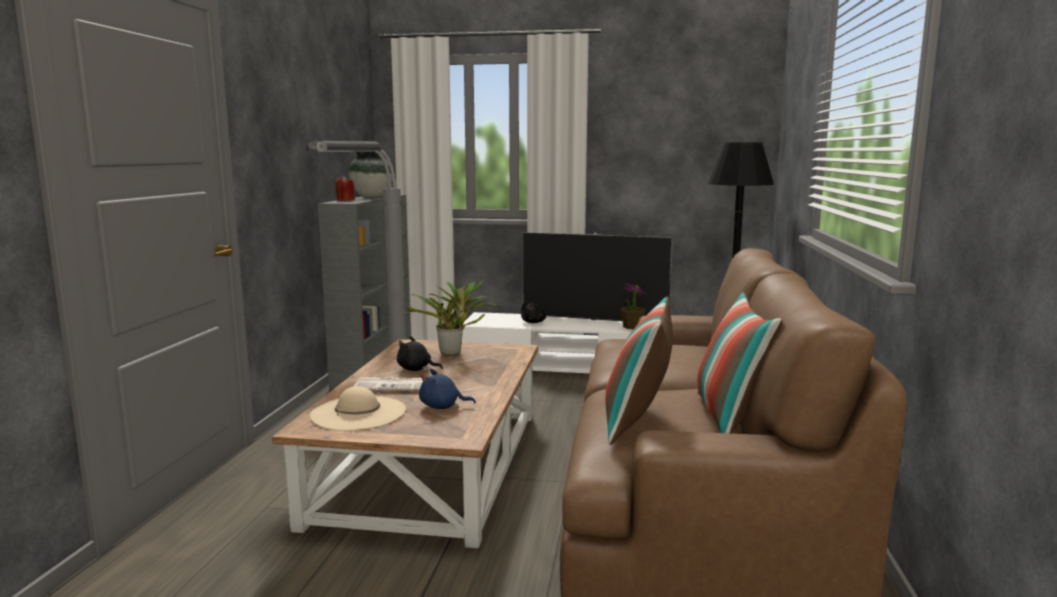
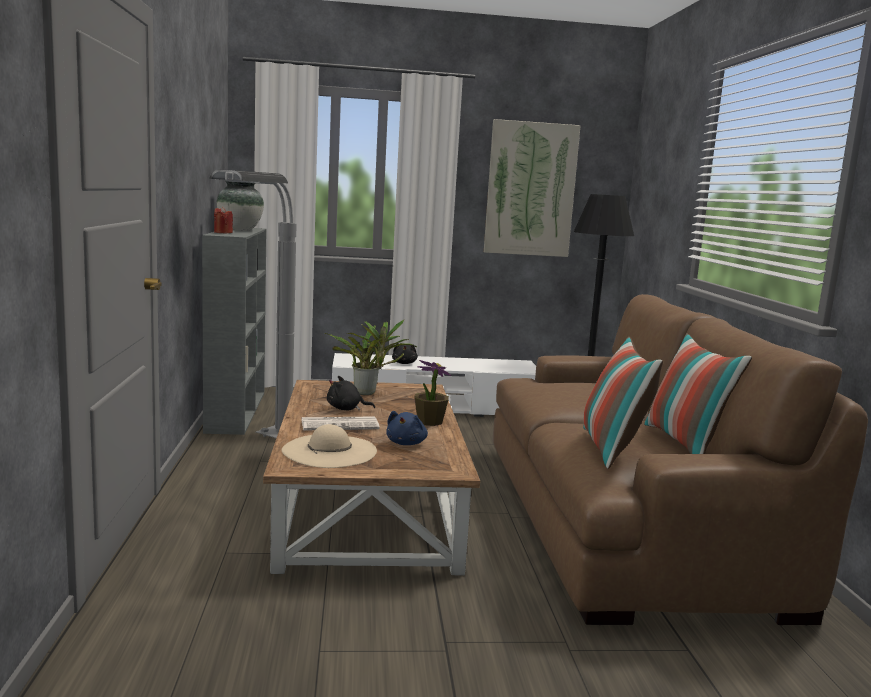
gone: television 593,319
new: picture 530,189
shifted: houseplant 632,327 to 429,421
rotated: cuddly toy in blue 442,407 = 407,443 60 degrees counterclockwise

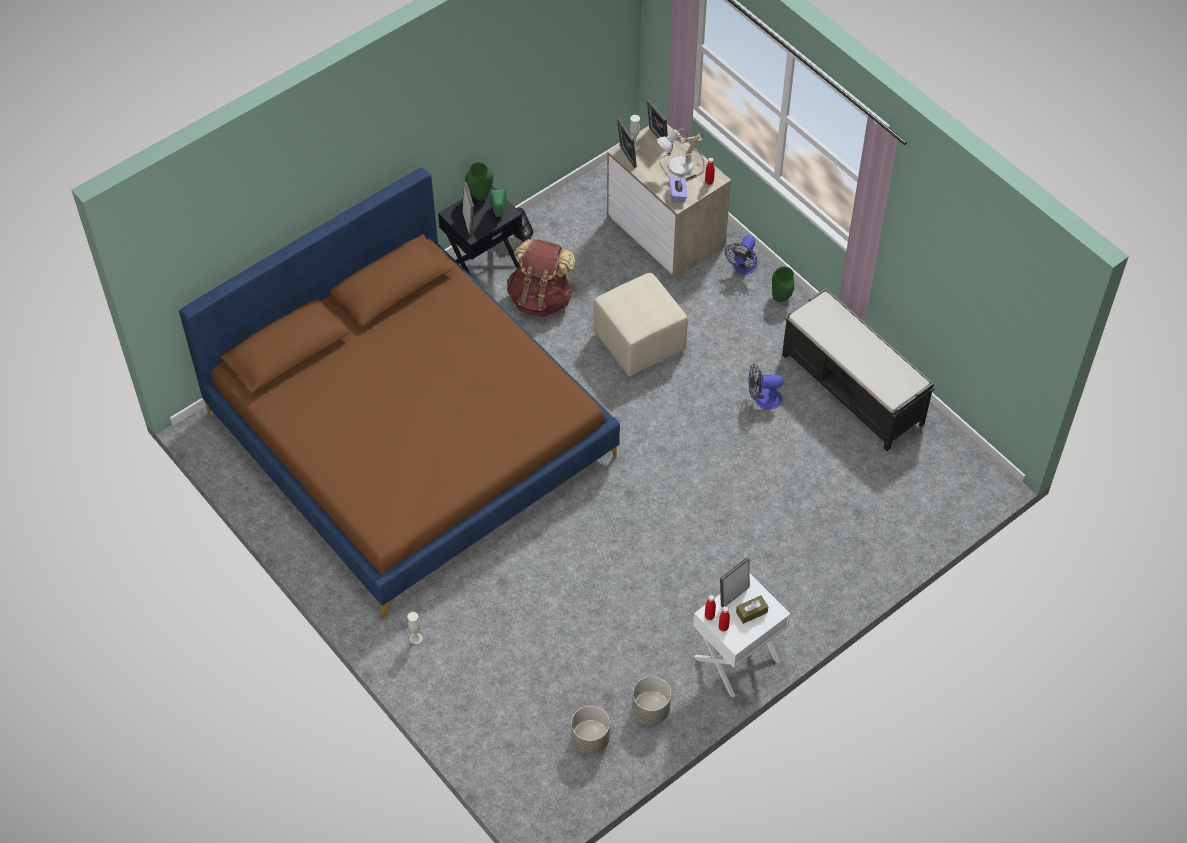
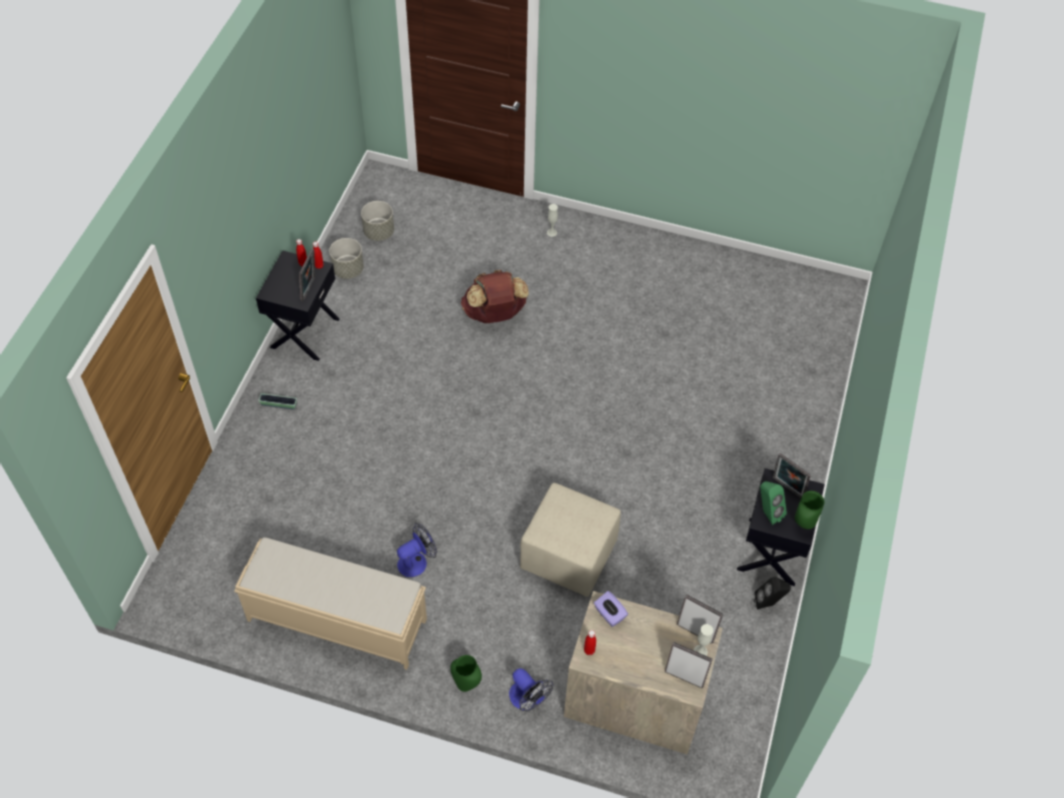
gone: sleeping bed in brownish 410,434; table lamp 680,168; tissue box in brownish 751,612
new: planter 279,404
shifted: backpack in brownish 541,299 to 494,314
repainted: nightstand in white-coloured 737,660 to nightstand in black-coloured 304,332; long seat in black-coloured 853,389 to long seat in sand-coloured 336,619
rotated: electric fan 743,267 = 528,699 150 degrees clockwise

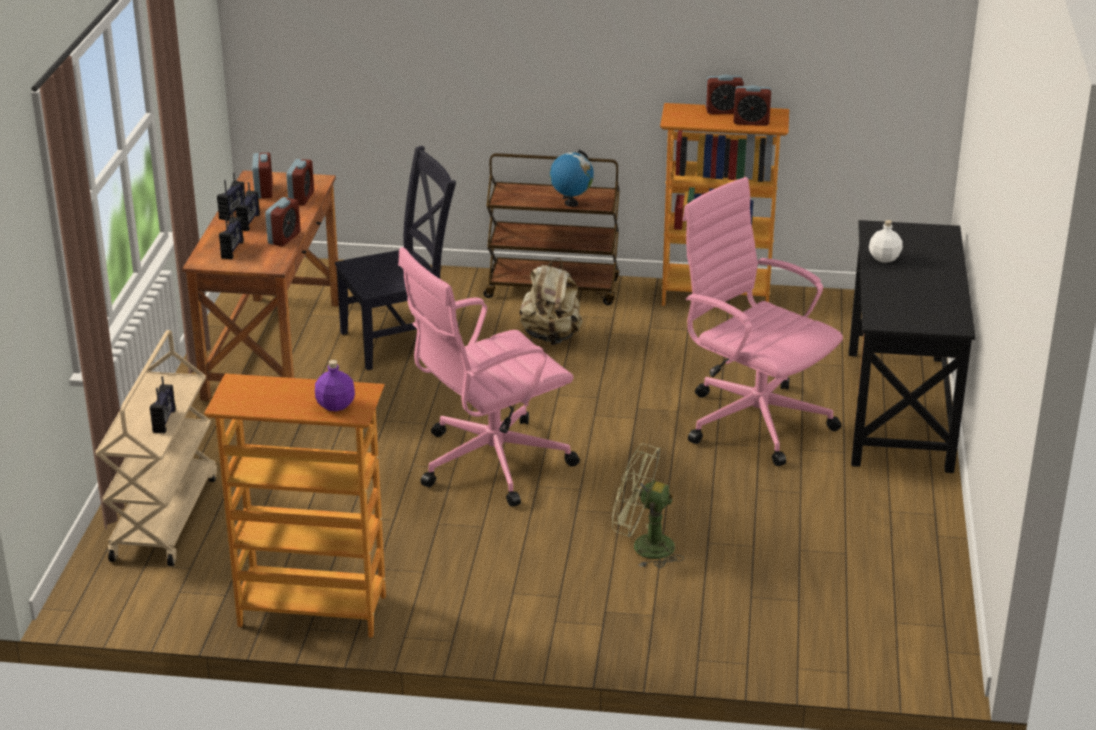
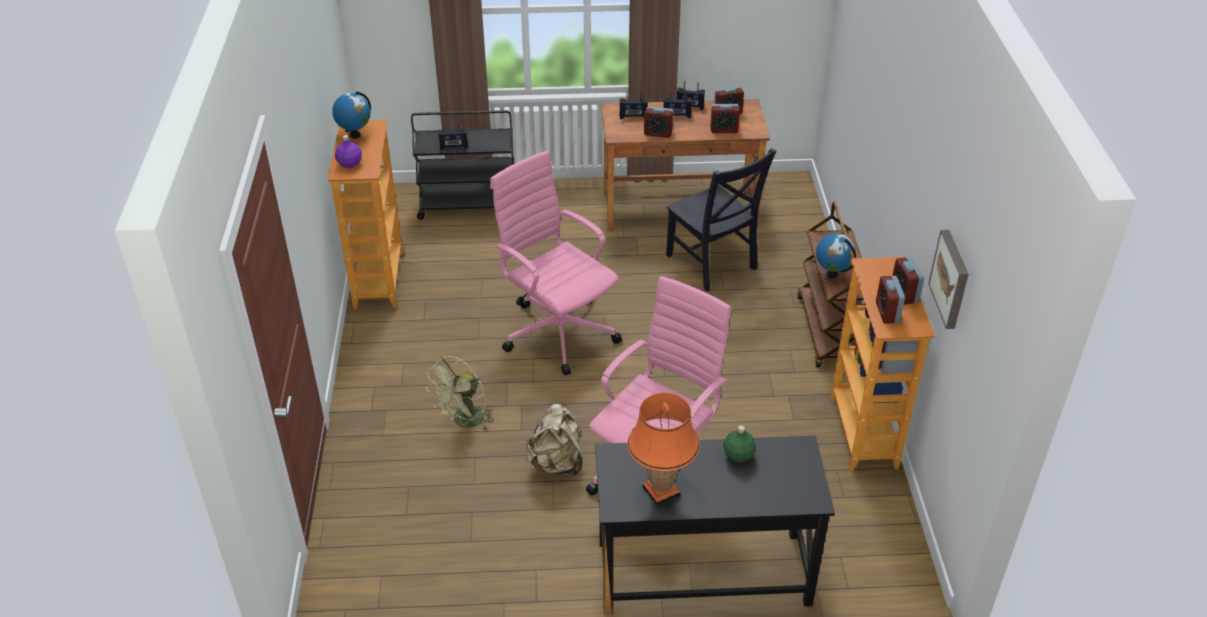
new: globe 355,135; table lamp in orange 661,491; picture 951,279
shifted: backpack in sand-coloured 551,337 to 557,463
repainted: wheeled cart in sand-coloured 164,517 to wheeled cart in black-coloured 469,206; beverage bottle in white-coloured 884,258 to beverage bottle in green-coloured 738,455
rotated: electric fan in green-coloured 643,546 = 465,422 150 degrees counterclockwise

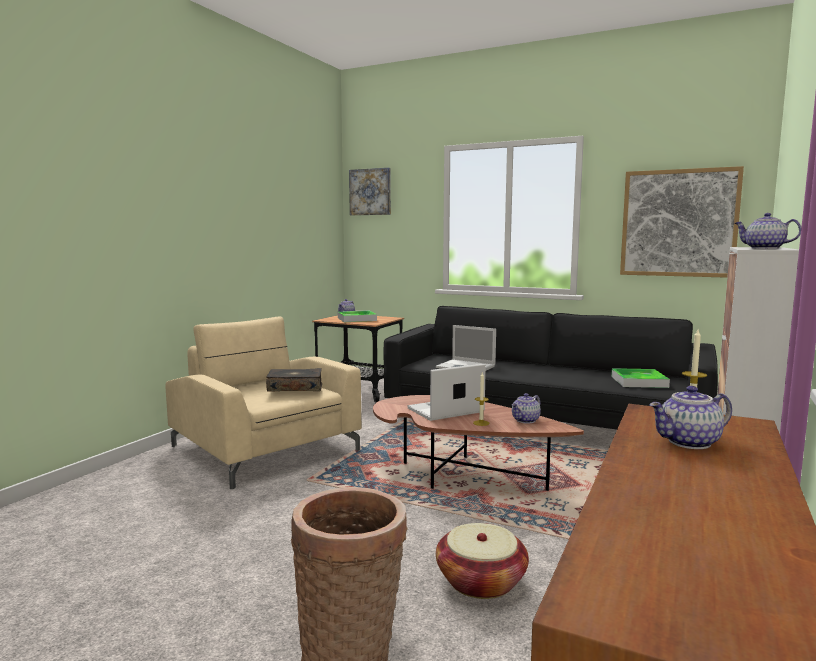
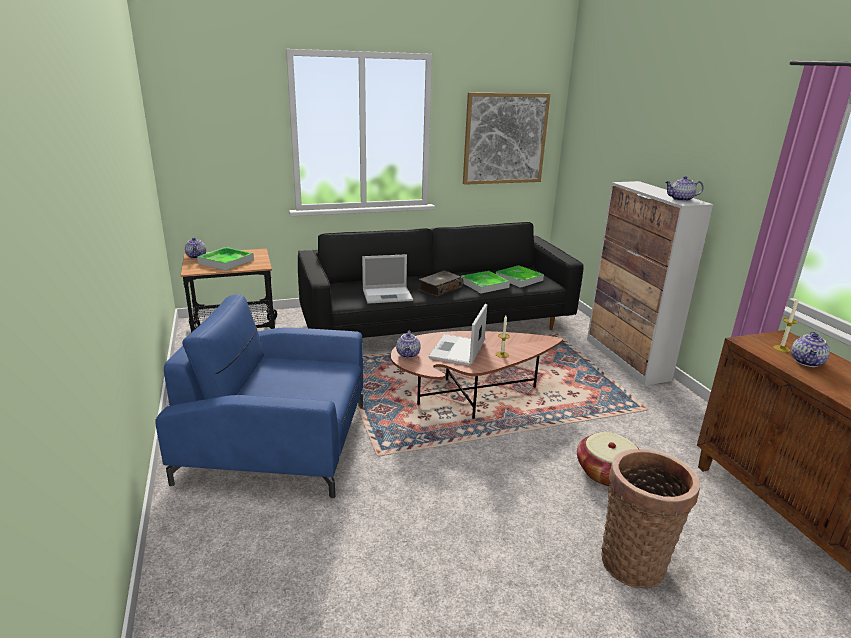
gone: picture 370,192
new: carrying tray 484,284
shifted: bound book 295,387 to 439,289; tea pot 526,420 to 408,354
repainted: easy chair in sand-coloured 265,448 to easy chair in blue 277,442

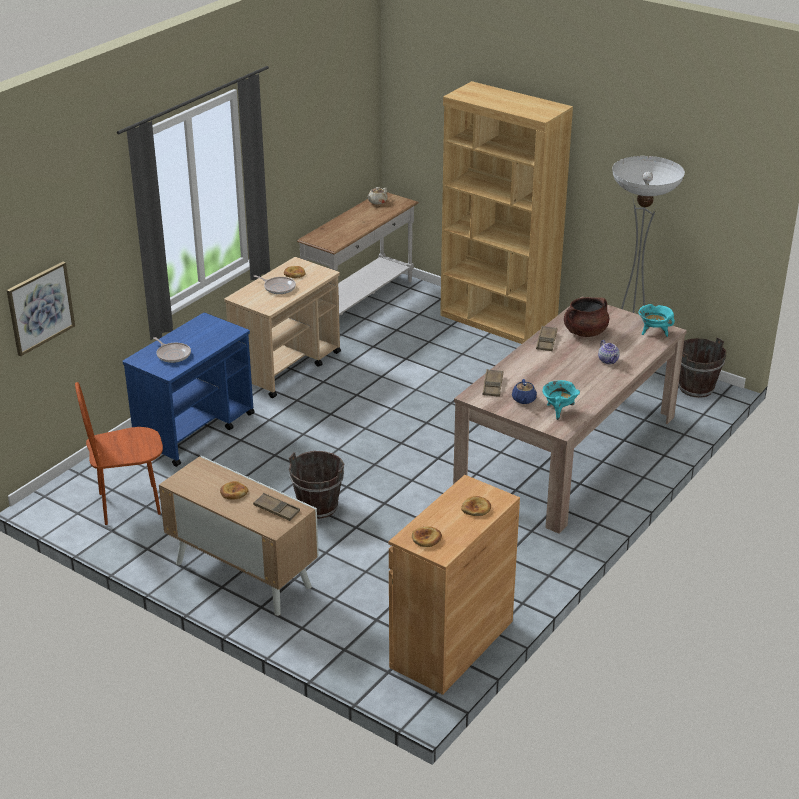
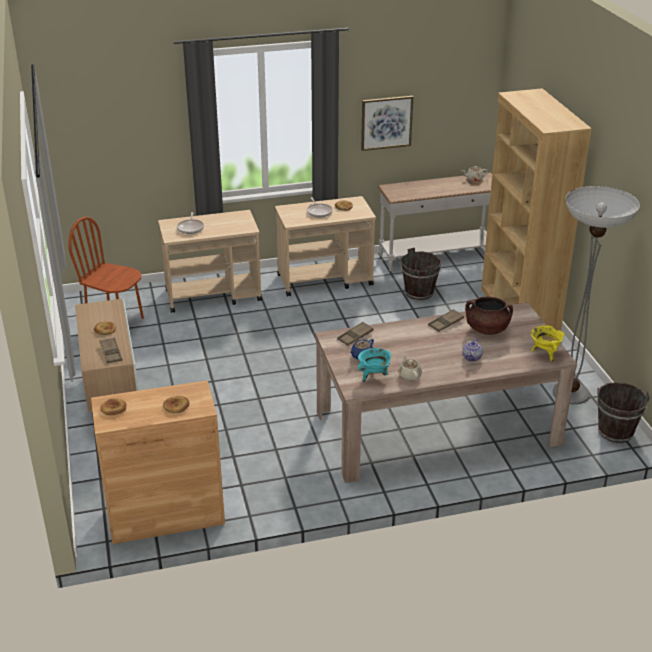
new: tea pot in sand-coloured 409,375
shifted: picture 40,308 to 386,122; pail in brownish 318,507 to 419,292
repainted: wheeled cart in blue 195,430 to wheeled cart in sand-coloured 214,295; cooking pot in blue-green 654,332 to cooking pot in yellowish 545,353

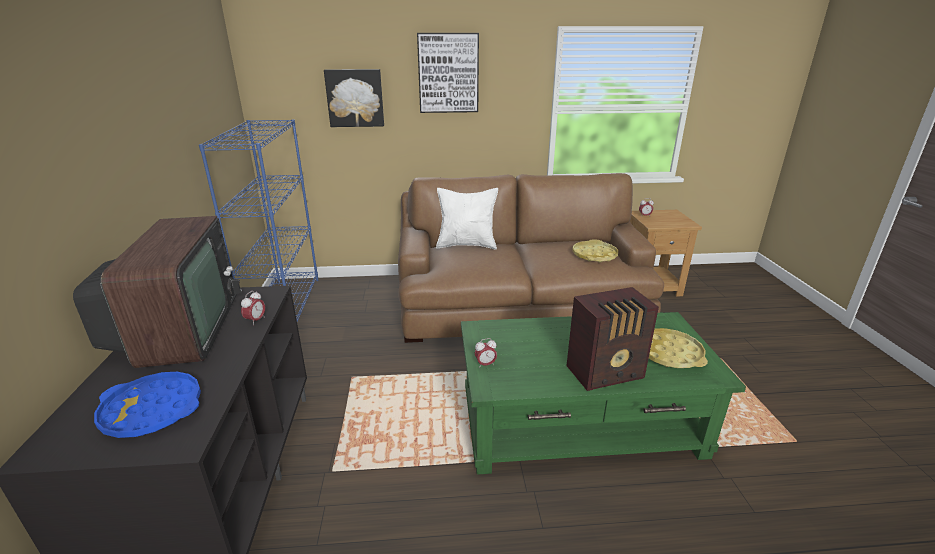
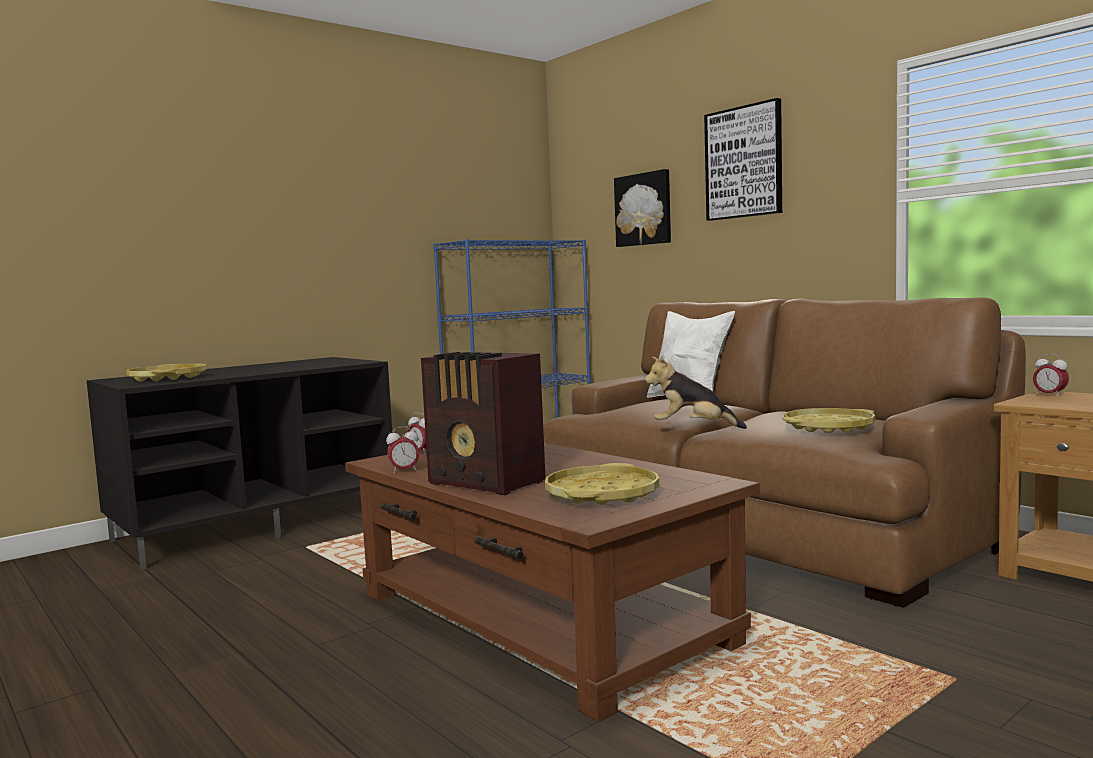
gone: television 181,331
new: cuddly toy 693,428
shifted: bedside clock 256,320 to 404,471
repainted: carrying tray in blue 152,410 to carrying tray in yellowish 167,378; coffee table in green-coloured 580,423 to coffee table in brownish 539,618

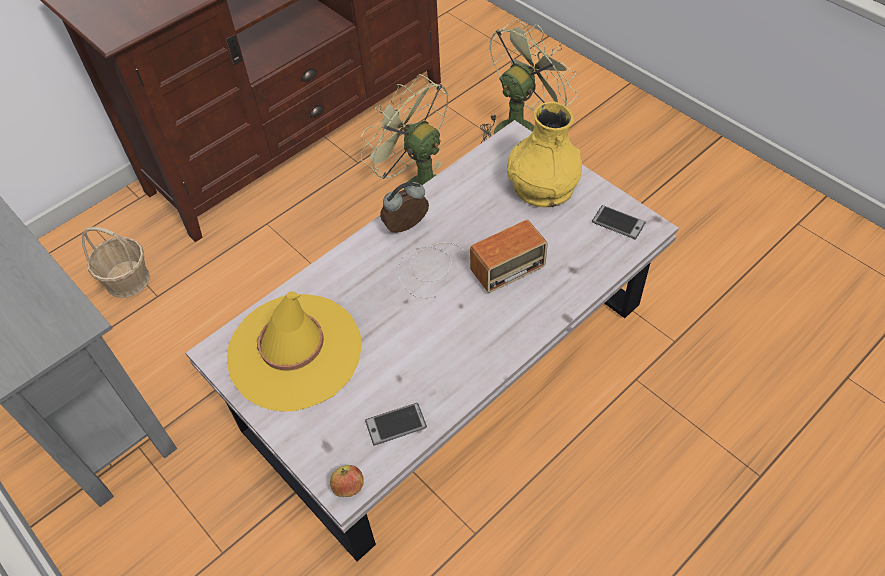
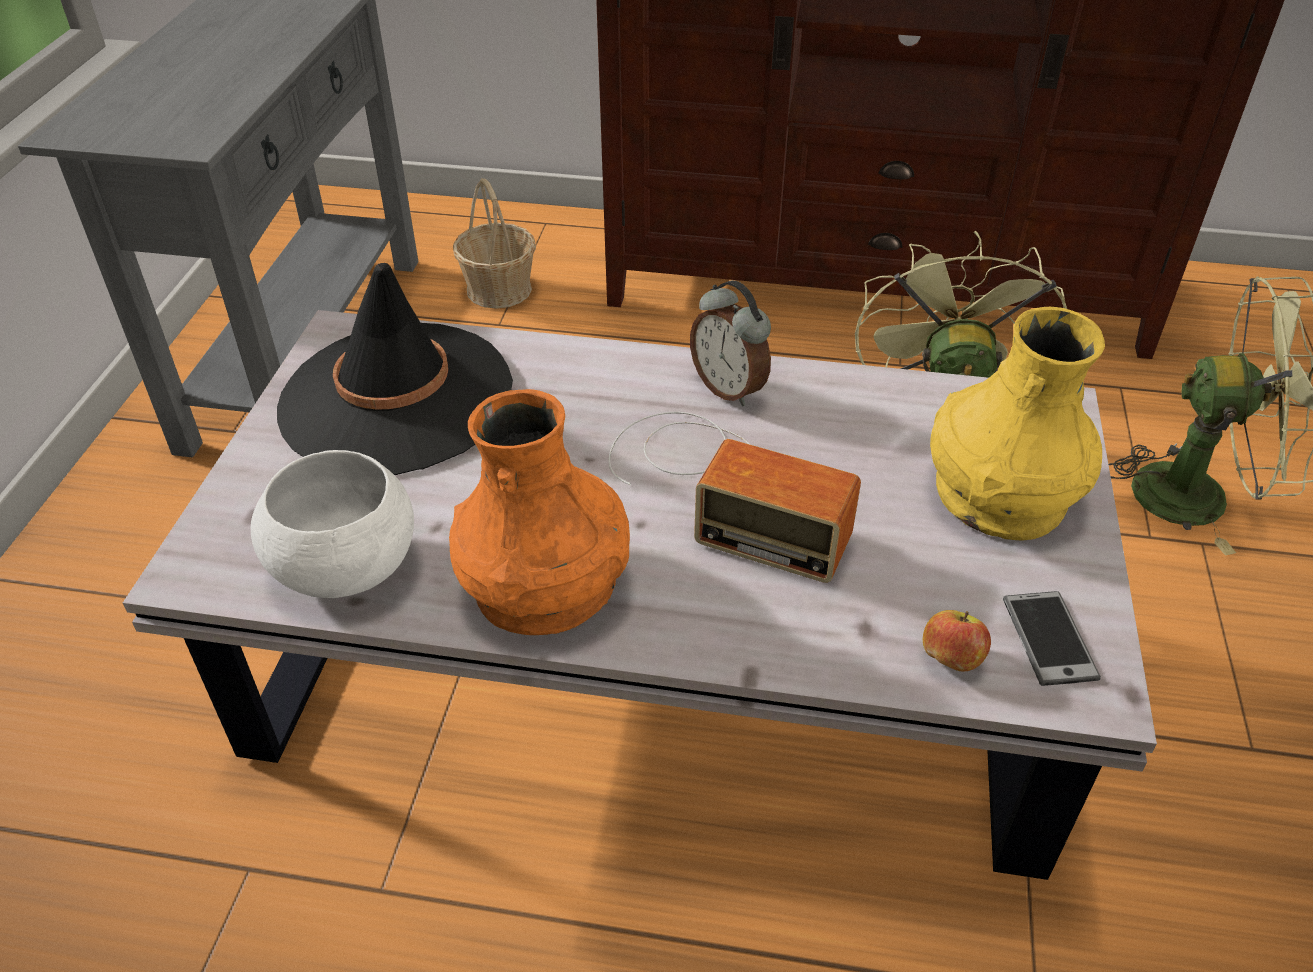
new: vase in orange 545,584
shifted: apple fruit 348,487 to 951,659
swapped: telephone 396,424 to deep dish in white-coloured 345,568
repainted: wearable hat in yellowish 295,352 to wearable hat in black-coloured 396,399
rotated: bedside clock 407,228 = 729,388 150 degrees counterclockwise

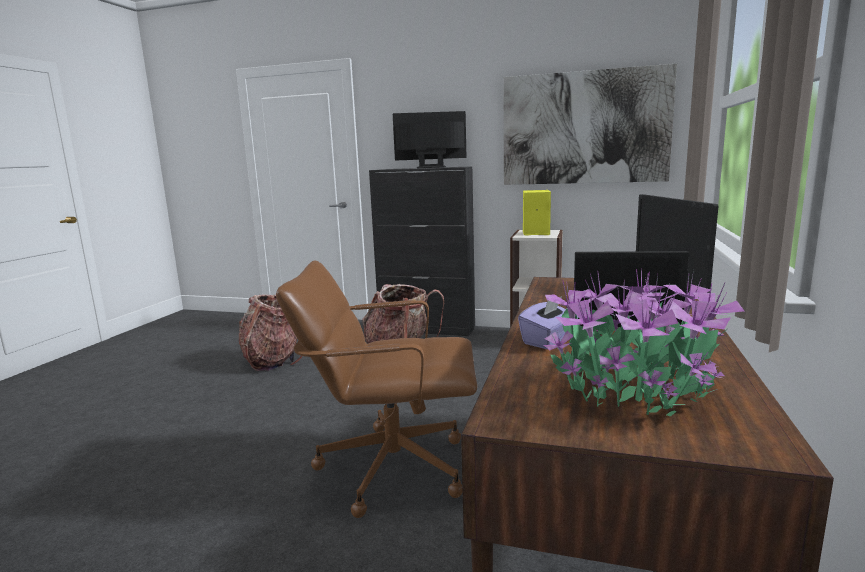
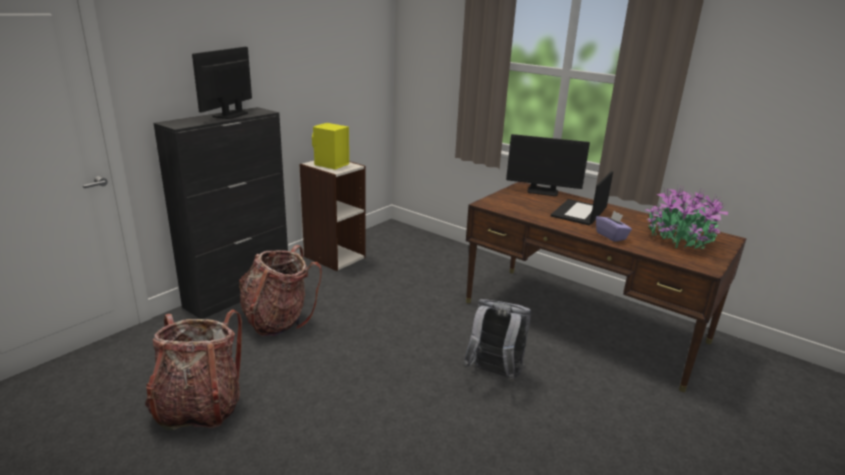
gone: picture 584,128
swapped: office chair in brownish 391,466 to backpack in grey 494,374

